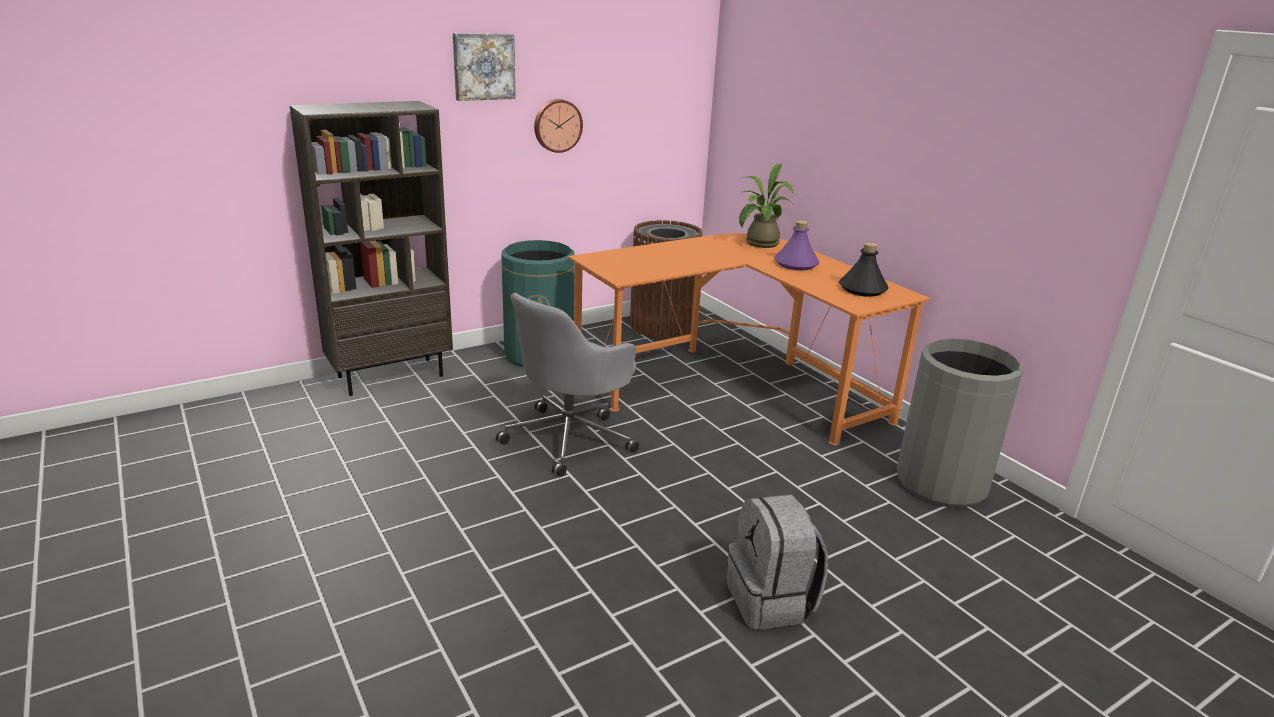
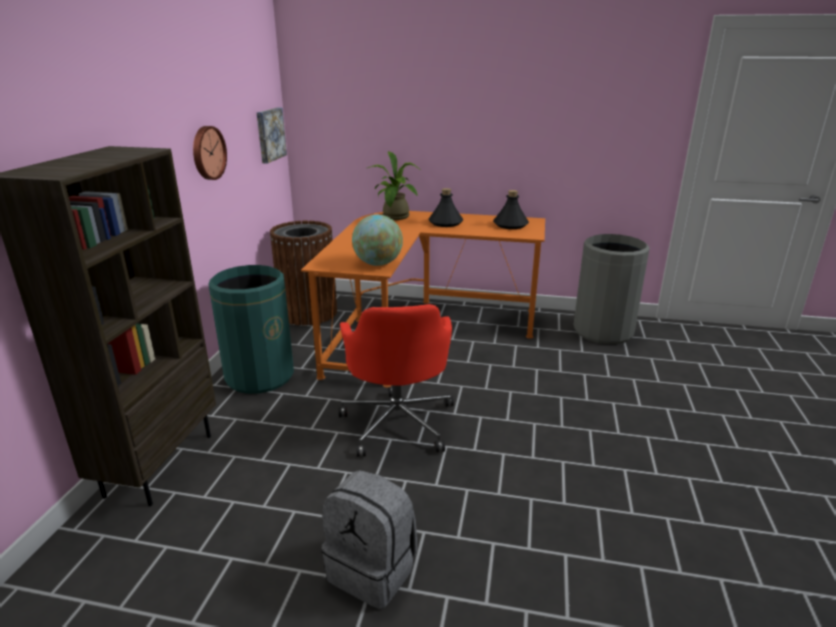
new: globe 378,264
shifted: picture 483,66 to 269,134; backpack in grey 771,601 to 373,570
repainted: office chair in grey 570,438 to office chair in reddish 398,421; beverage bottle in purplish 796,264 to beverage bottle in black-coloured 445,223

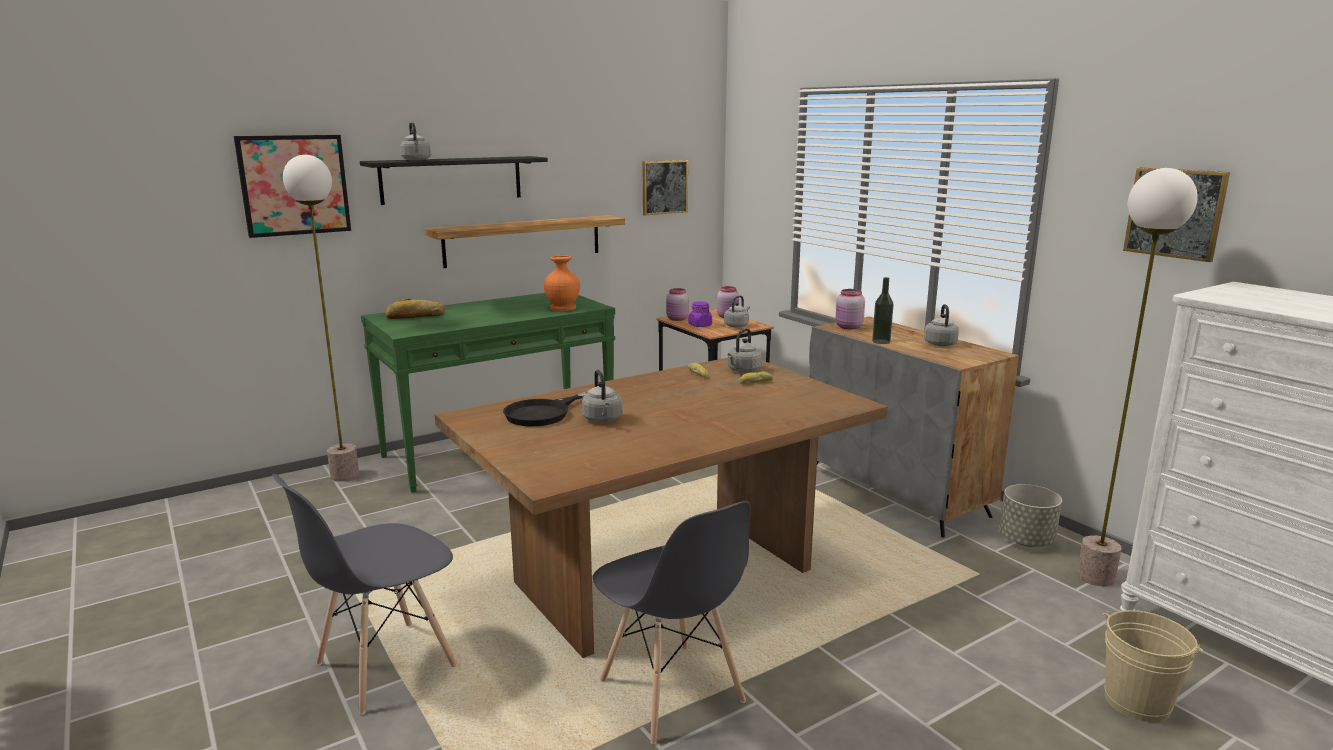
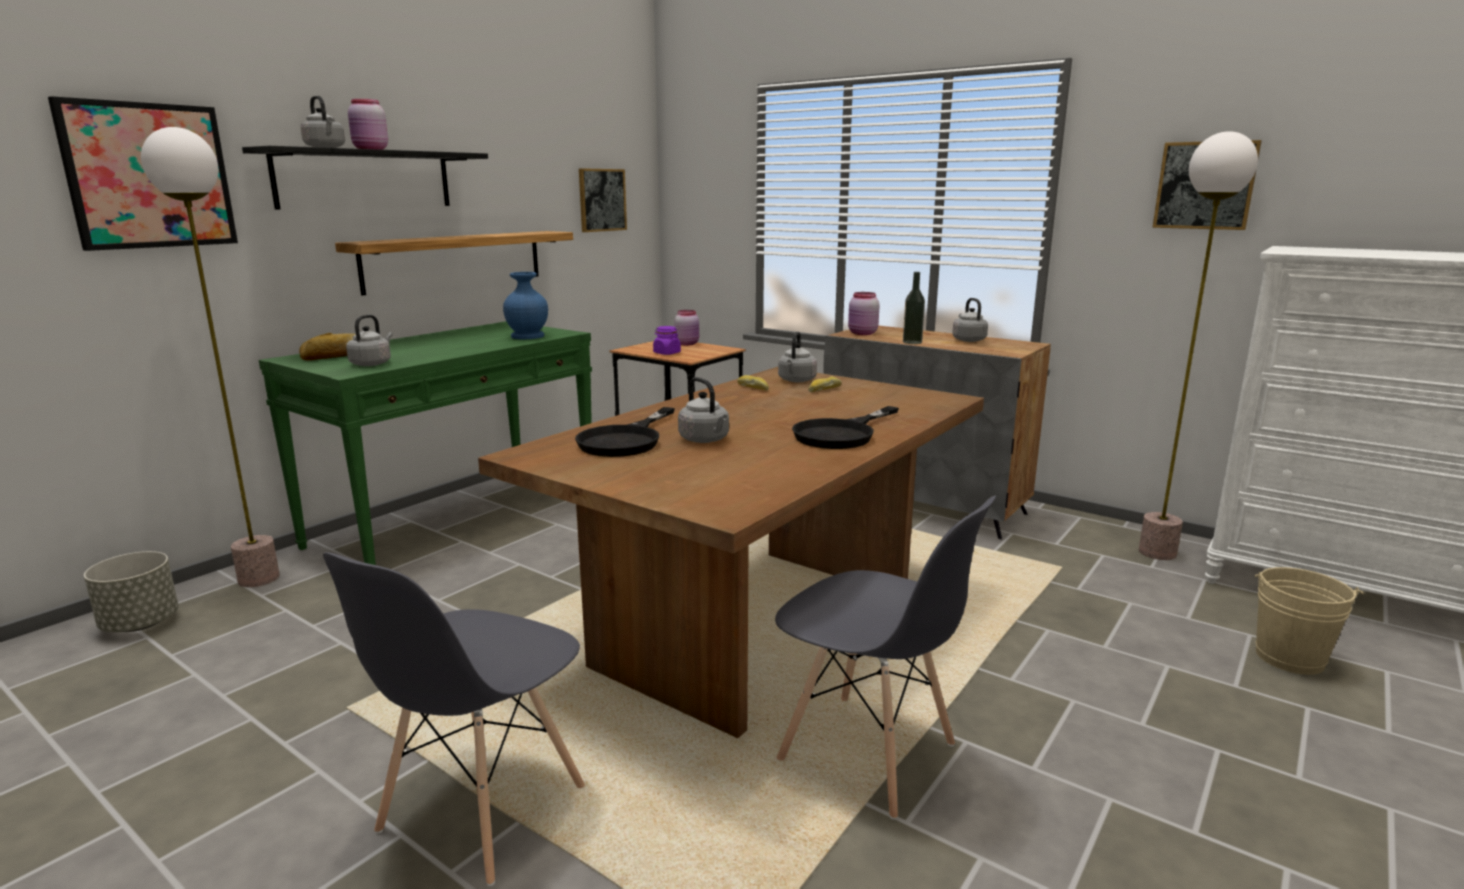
new: frying pan in black-coloured 842,434
shifted: jar in pink 677,319 to 370,149; tea kettle in grey 737,325 to 372,363; planter in grey 1026,541 to 140,624
repainted: vase in orange 563,308 to vase in blue 528,336

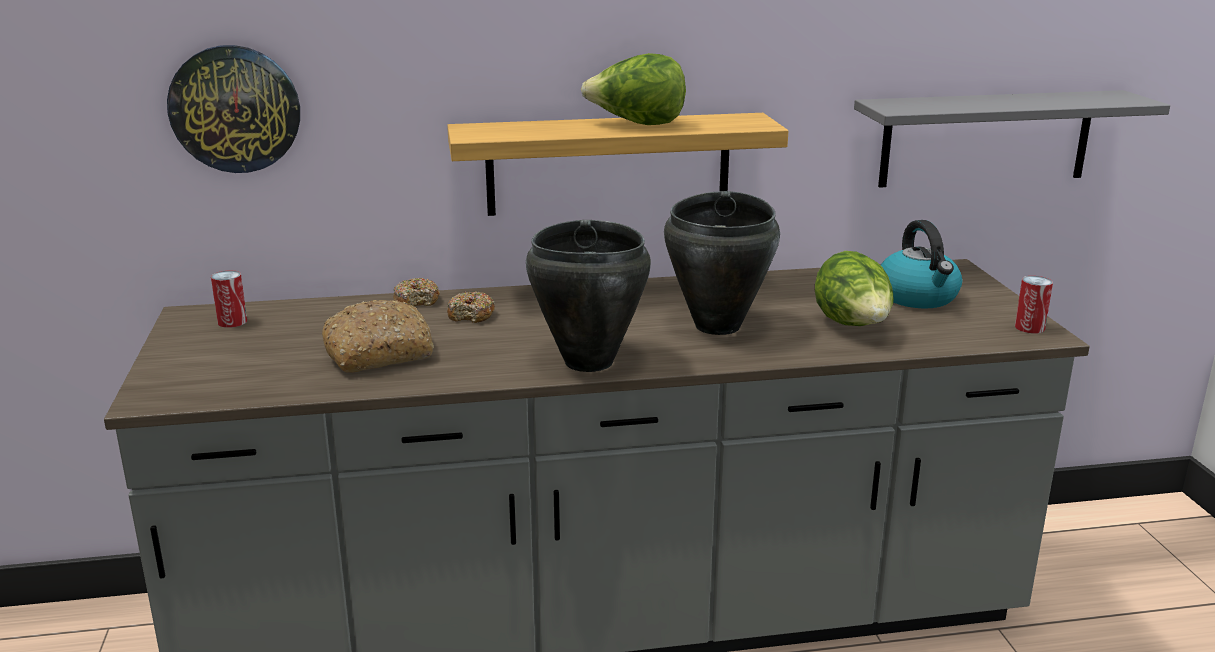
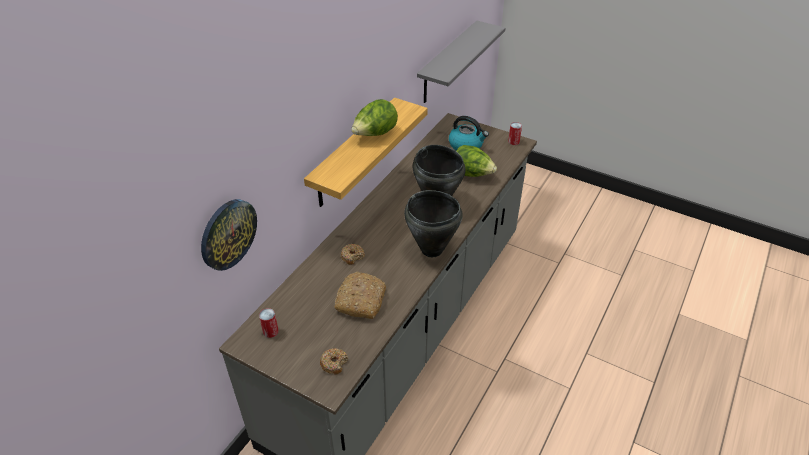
shifted: ring doughnut 417,301 to 334,363

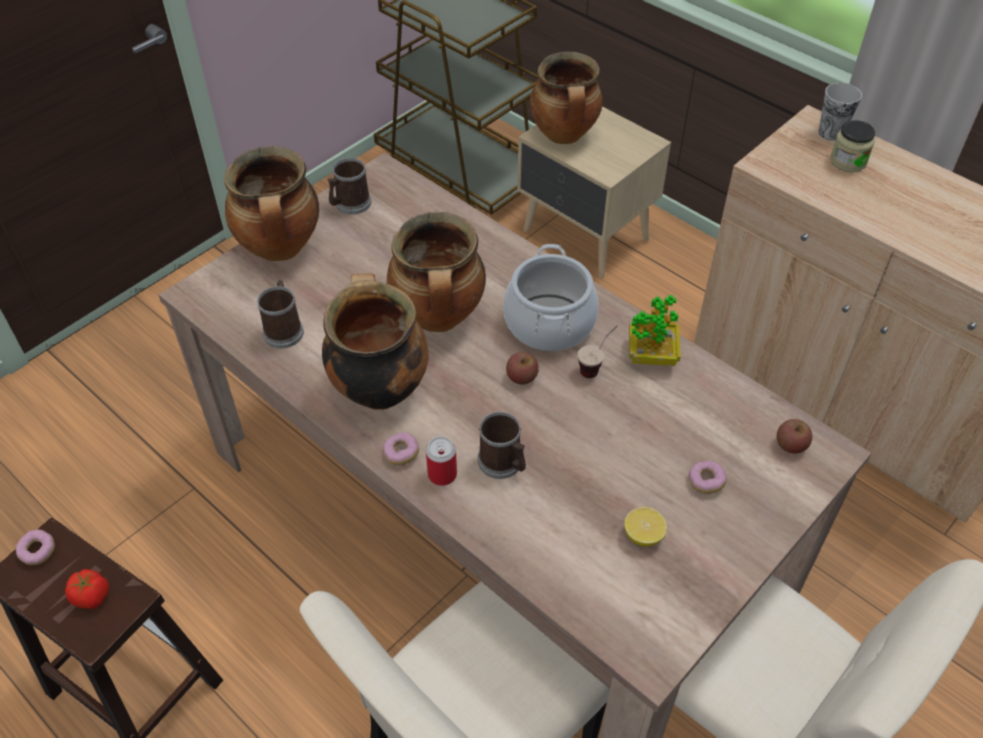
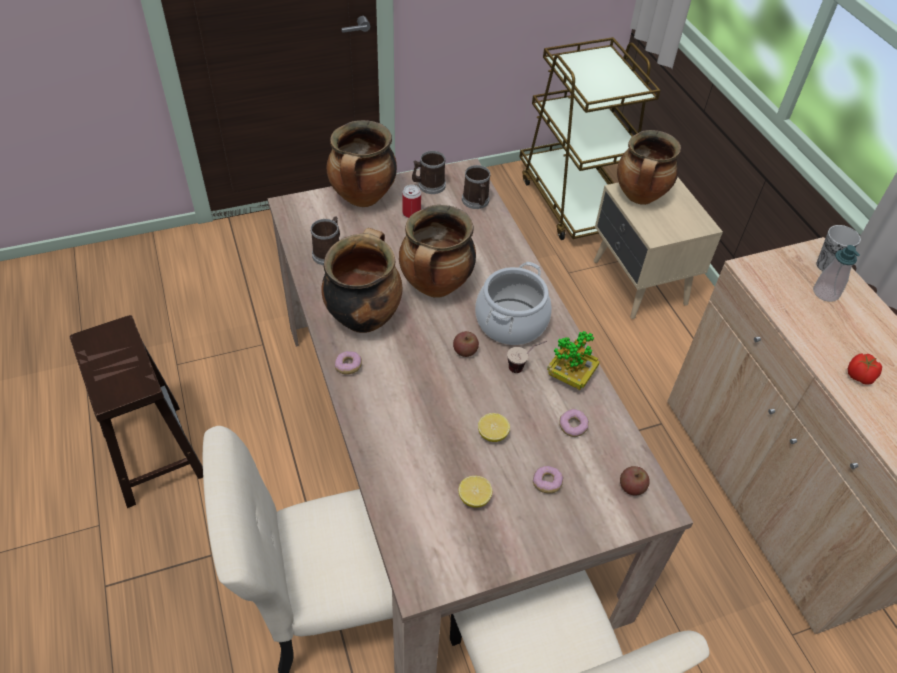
new: whole lemon 492,434
shifted: ring doughnut 38,551 to 572,427; whole tomato 92,597 to 859,377; can 442,474 to 411,213; tea mug 503,463 to 476,202
swapped: jar 848,161 to soap dispenser 825,293

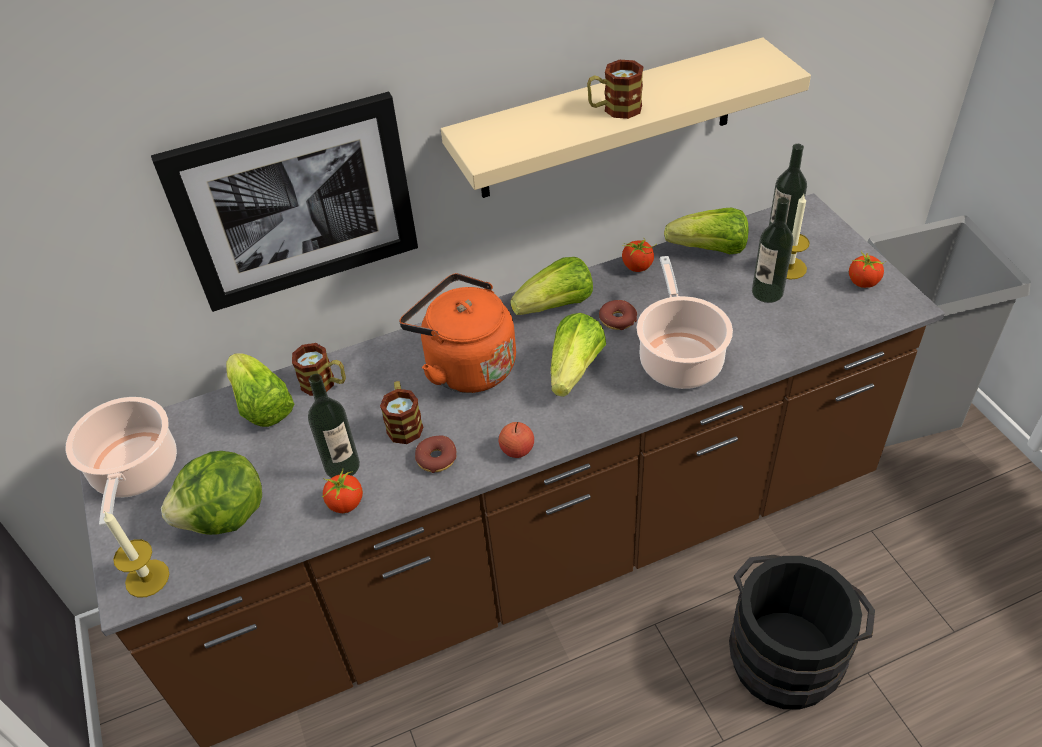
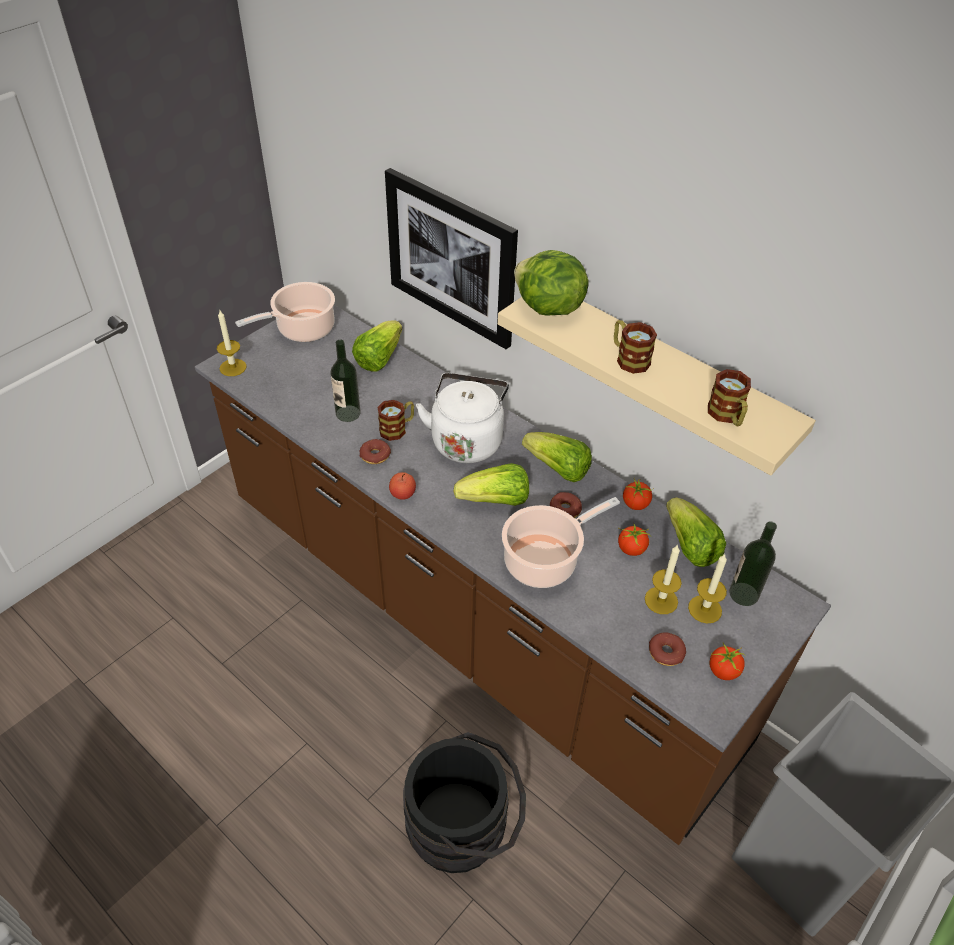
new: ring doughnut 666,652
shifted: head of lettuce 226,517 to 548,308; tea mug 324,384 to 727,416; whole tomato 346,504 to 631,549
swapped: beverage bottle 767,292 to candle 661,600
repainted: tea kettle in orange 465,365 to tea kettle in white-coloured 467,440

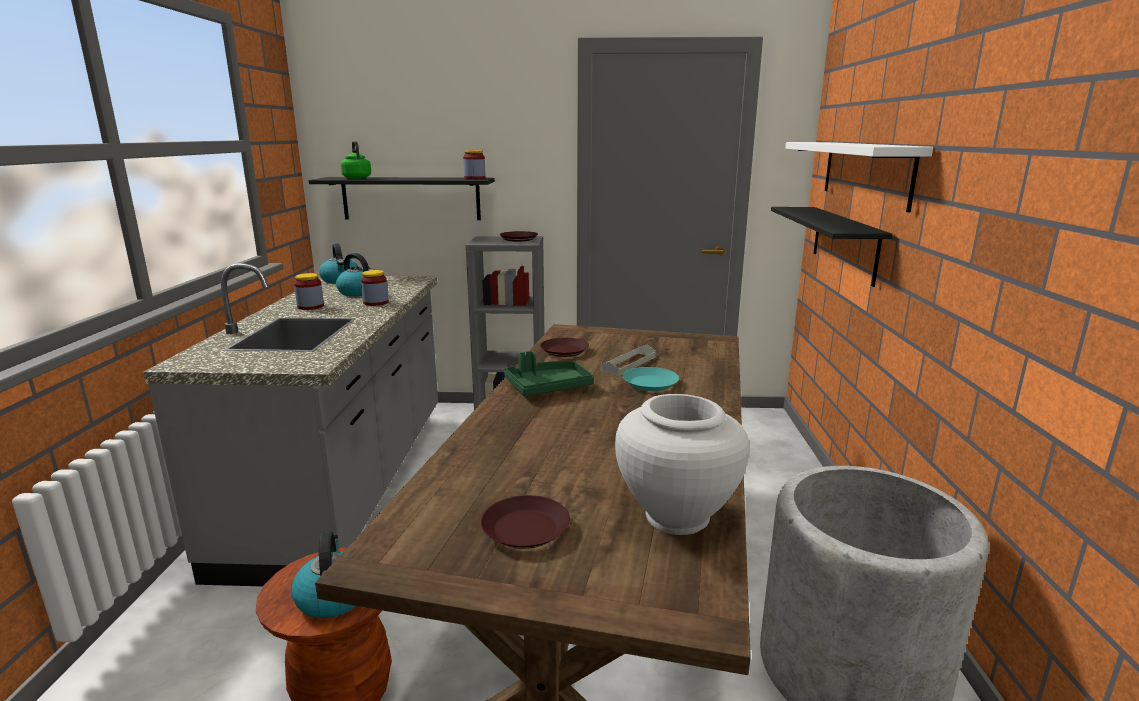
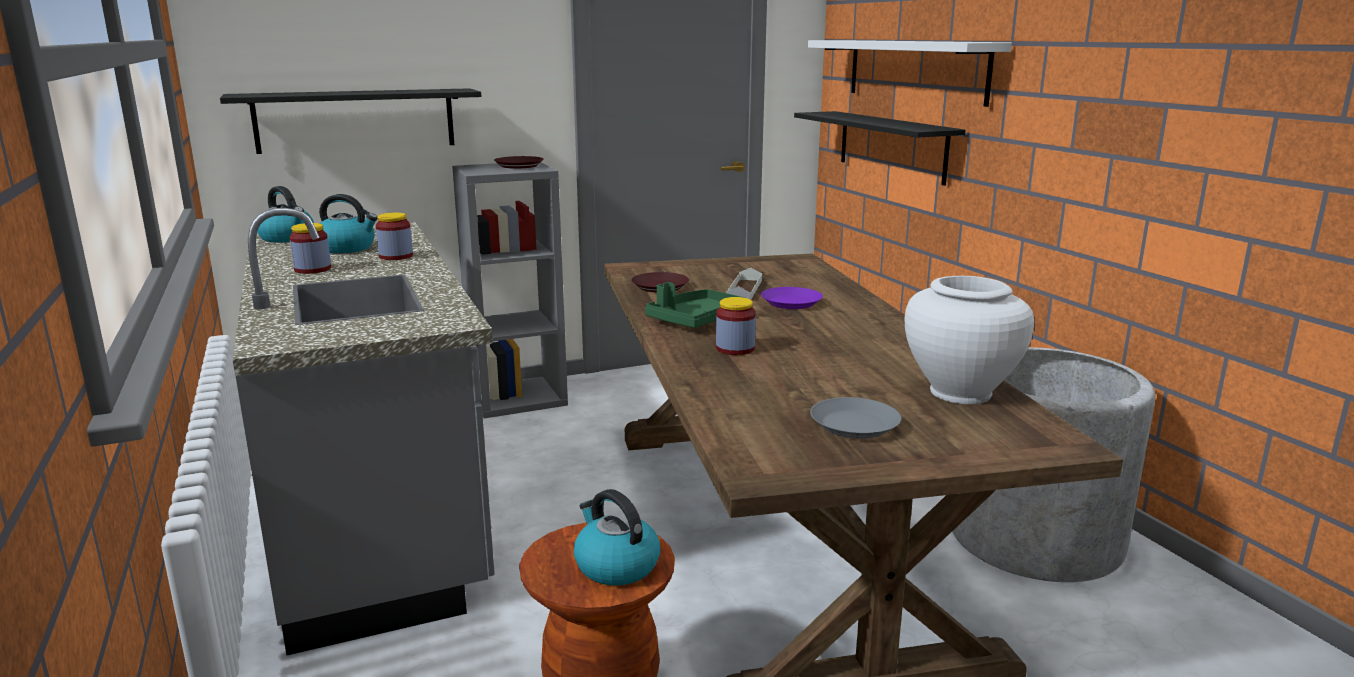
gone: tea kettle in green-coloured 356,178
shifted: jar 474,178 to 735,349
repainted: flat dish in brownish 526,529 to flat dish in grey 855,425; flat dish in blue-green 649,384 to flat dish in purplish 791,303

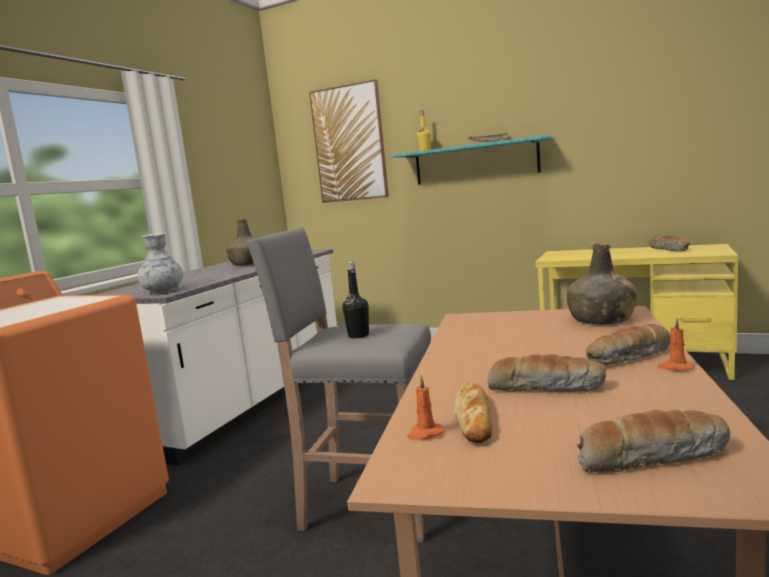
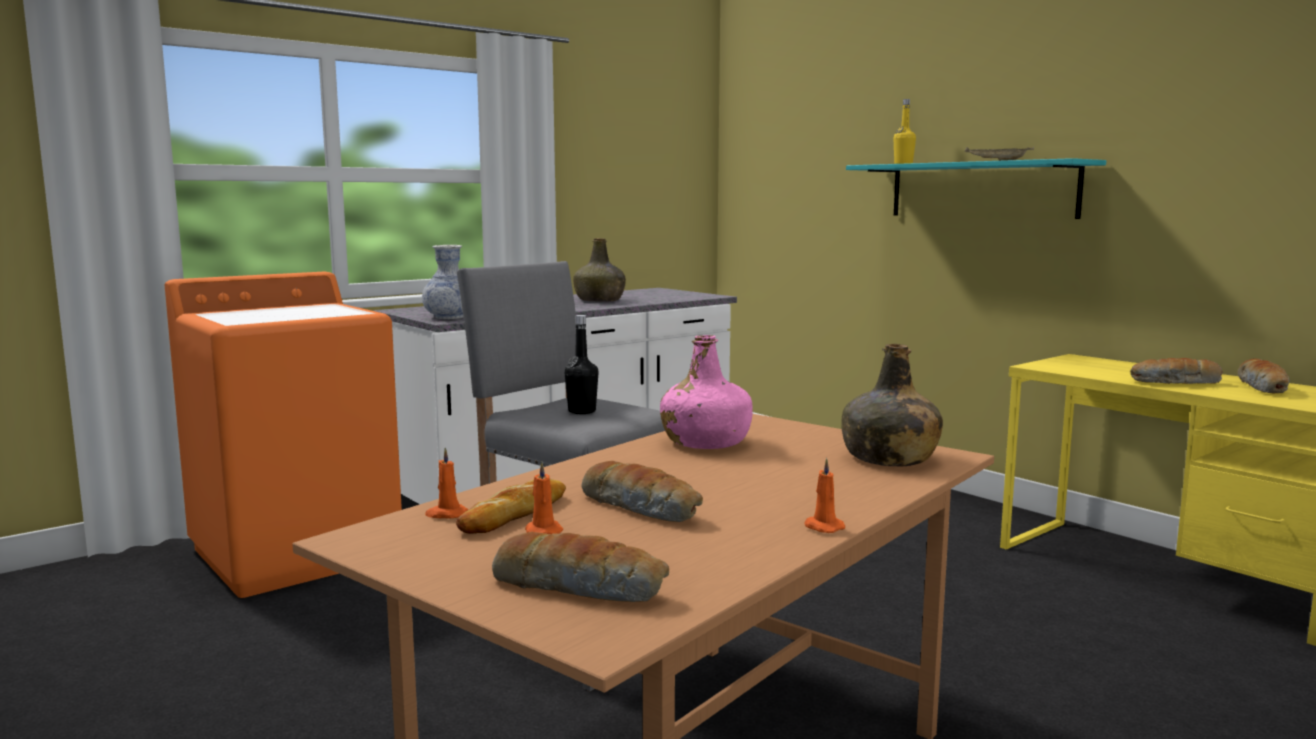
gone: picture 349,144
new: candle in orange 543,531; beverage bottle in pink 706,442
shifted: bread 630,357 to 1176,383

